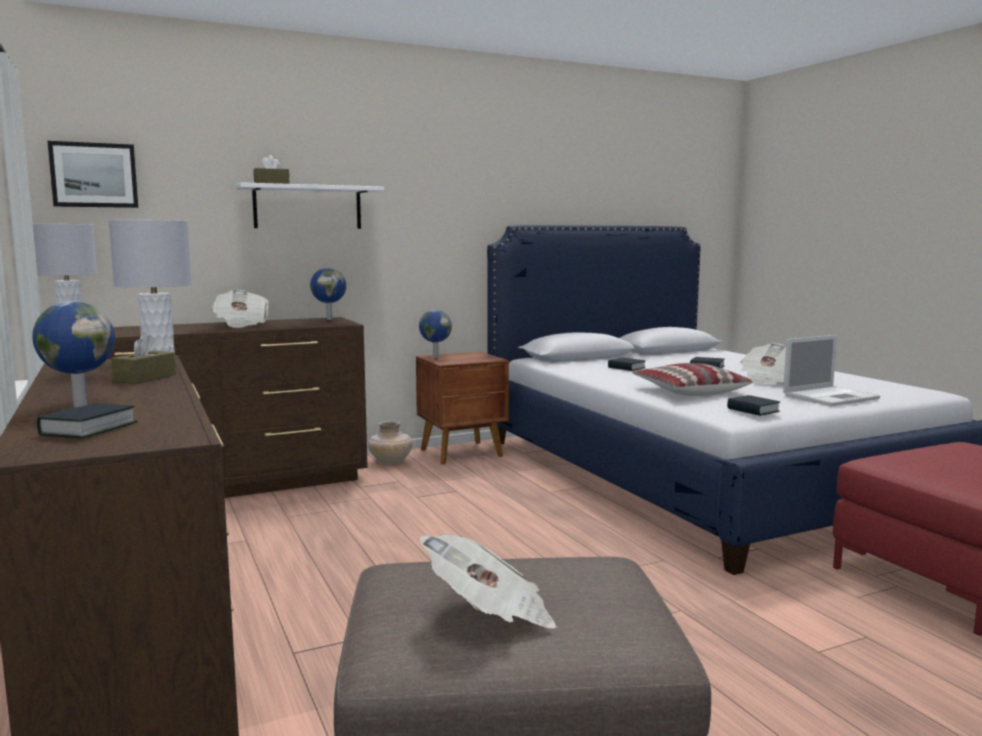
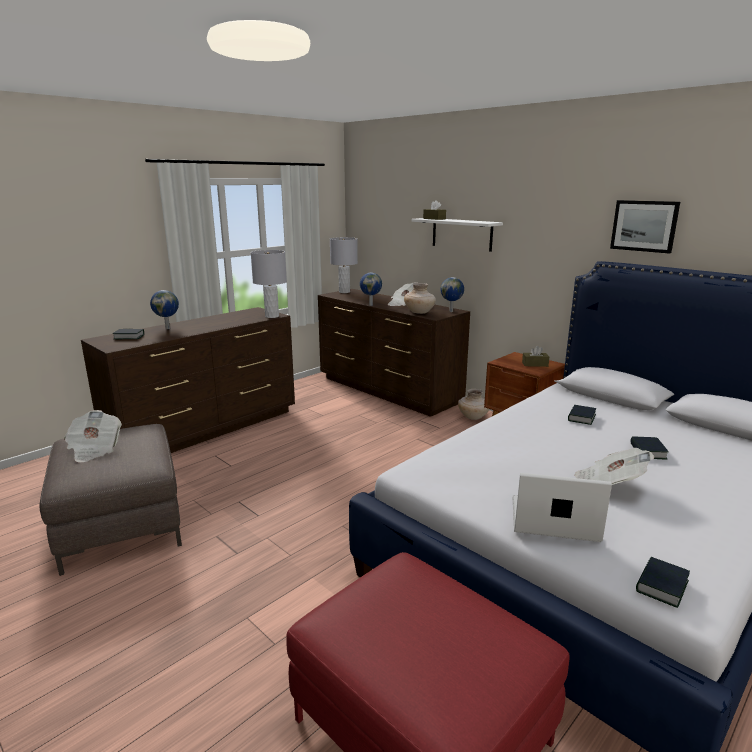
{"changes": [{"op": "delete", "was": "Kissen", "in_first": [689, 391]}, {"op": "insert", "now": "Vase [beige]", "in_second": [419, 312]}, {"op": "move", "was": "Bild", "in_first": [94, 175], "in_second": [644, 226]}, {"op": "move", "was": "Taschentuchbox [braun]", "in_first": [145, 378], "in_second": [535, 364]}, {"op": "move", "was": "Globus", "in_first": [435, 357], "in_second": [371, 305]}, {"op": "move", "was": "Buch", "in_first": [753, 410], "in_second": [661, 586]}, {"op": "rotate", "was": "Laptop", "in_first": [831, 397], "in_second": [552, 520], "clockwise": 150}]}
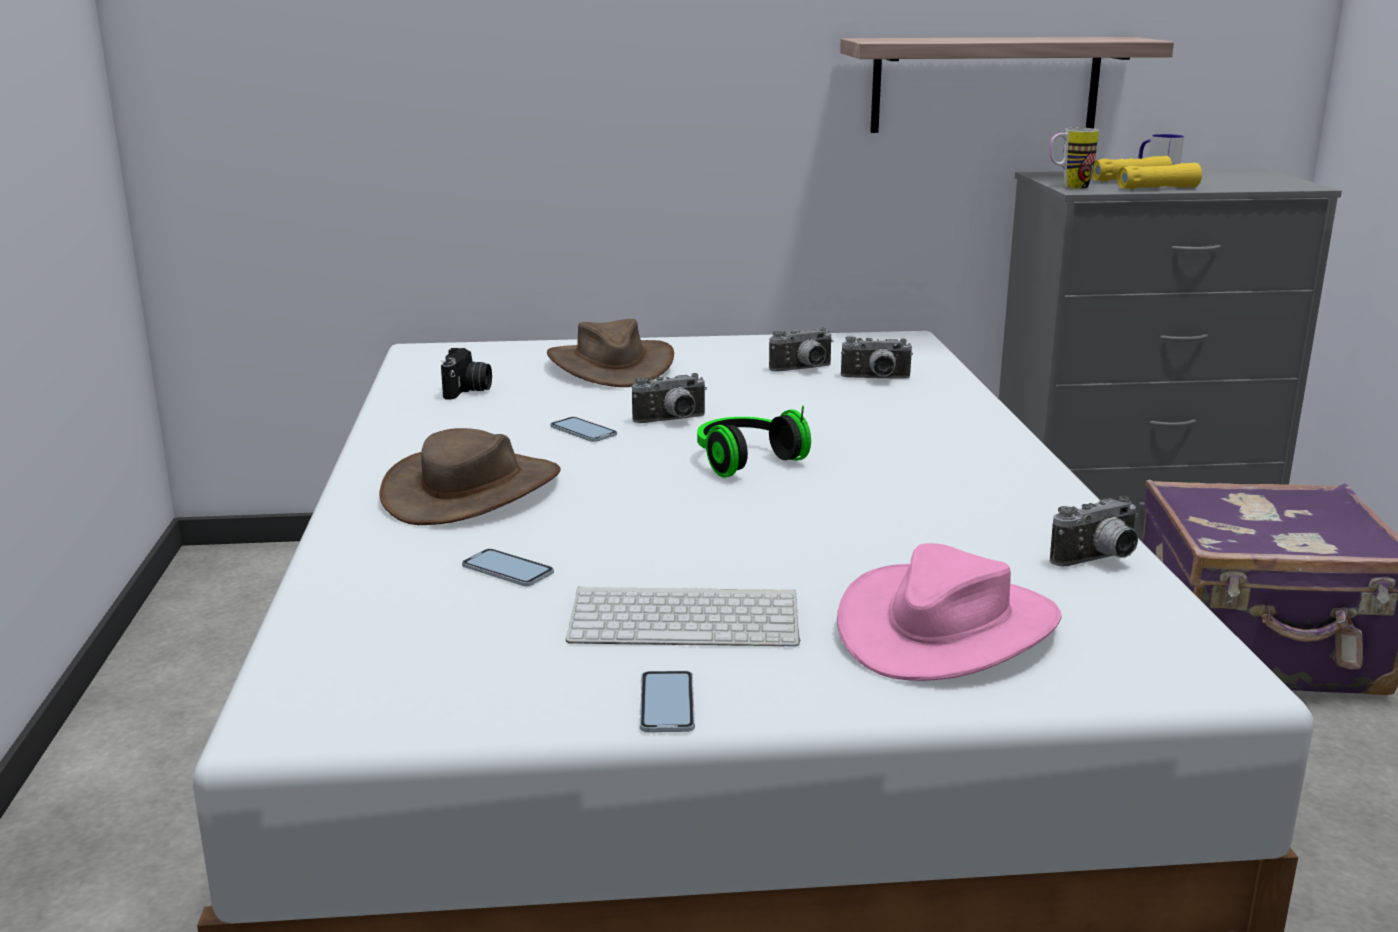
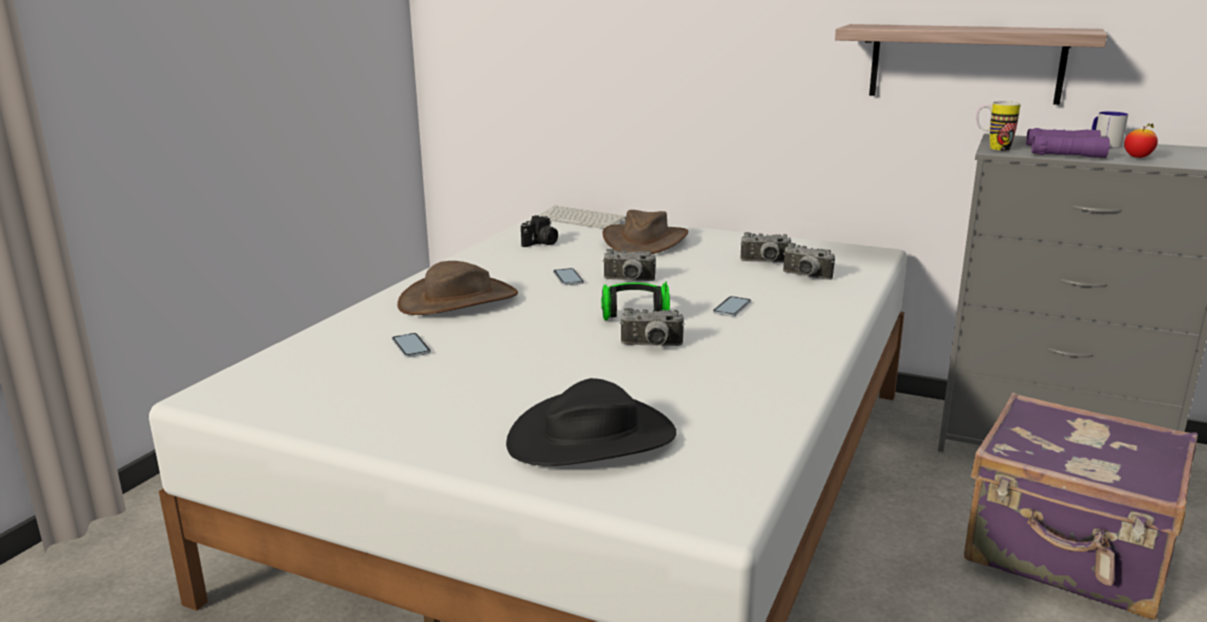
{"changes": [{"op": "insert", "now": "Apfel", "in_second": [1137, 157]}, {"op": "move", "was": "Tastatur", "in_first": [687, 618], "in_second": [582, 219]}, {"op": "move", "was": "Handy", "in_first": [667, 703], "in_second": [732, 307]}, {"op": "move", "was": "Kamera", "in_first": [1099, 560], "in_second": [652, 346]}, {"op": "recolor", "was": "Hut [rosa]", "now": "Hut [schwarz]", "in_first": [946, 627], "in_second": [592, 438]}, {"op": "recolor", "was": "Fernglas [gelb]", "now": "Fernglas [lila]", "in_first": [1143, 184], "in_second": [1064, 152]}]}
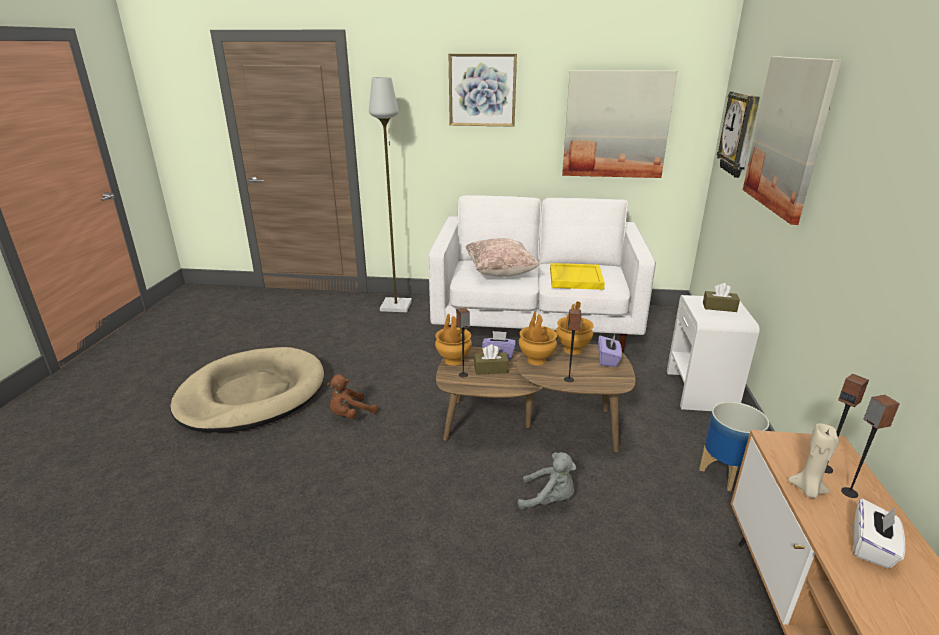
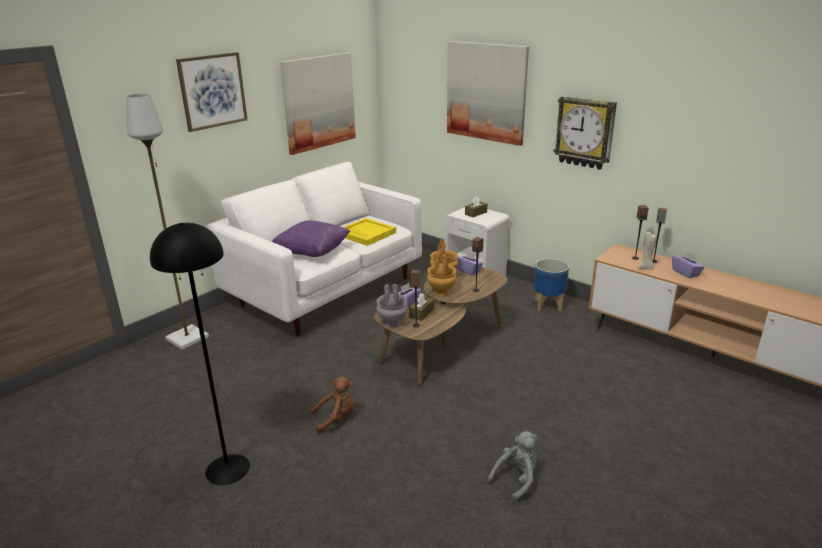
{"changes": [{"op": "move", "was": "Plüschtier [grau]", "in_first": [549, 499], "in_second": [516, 479]}, {"op": "move", "was": "Wanduhr", "in_first": [740, 134], "in_second": [585, 132]}, {"op": "replace", "was": "Hundebett [beige]", "now": "Stehlampe [schwarz]", "in_first": [252, 394], "in_second": [227, 469]}, {"op": "recolor", "was": "Vase [braun]", "now": "Vase [grau]", "in_first": [453, 360], "in_second": [392, 323]}, {"op": "recolor", "was": "Kissen [beige]", "now": "Kissen [lila]", "in_first": [500, 273], "in_second": [312, 252]}, {"op": "recolor", "was": "Taschentuchbox [weiß]", "now": "Taschentuchbox [lila]", "in_first": [872, 547], "in_second": [686, 273]}, {"op": "rotate", "was": "Plüschtier [braun]", "in_first": [350, 415], "in_second": [336, 418], "clockwise": -105}]}
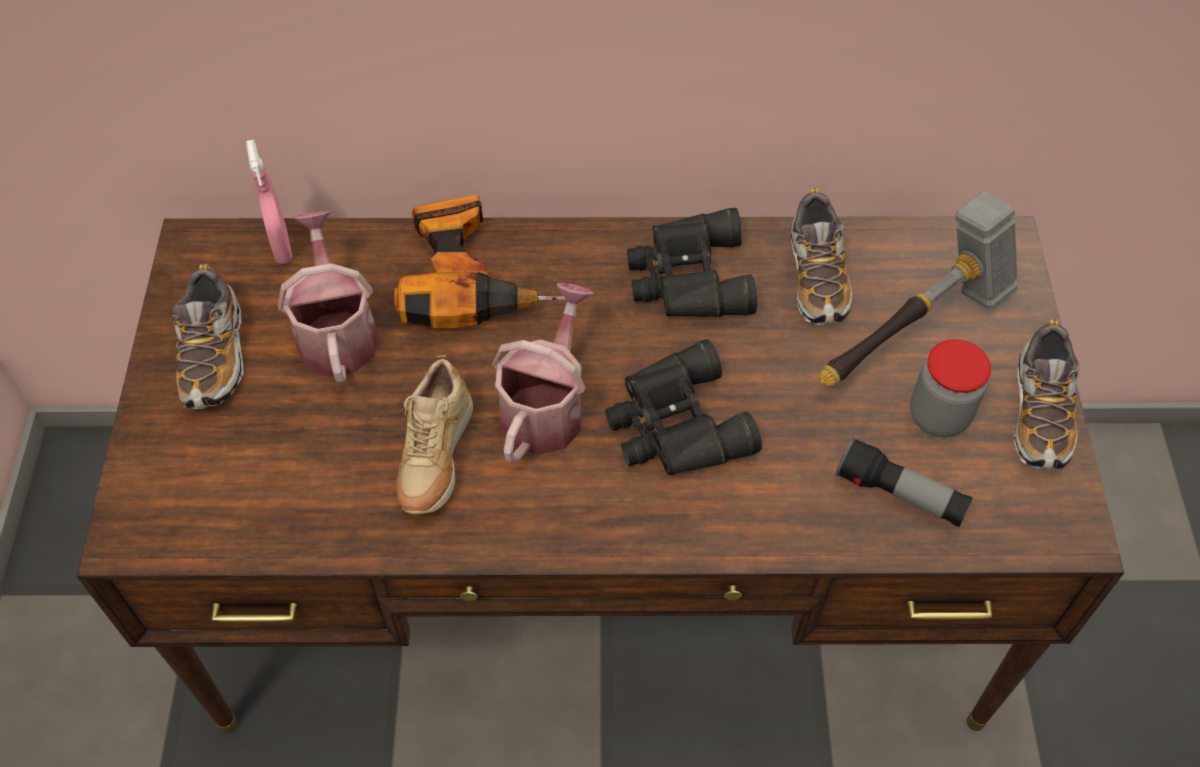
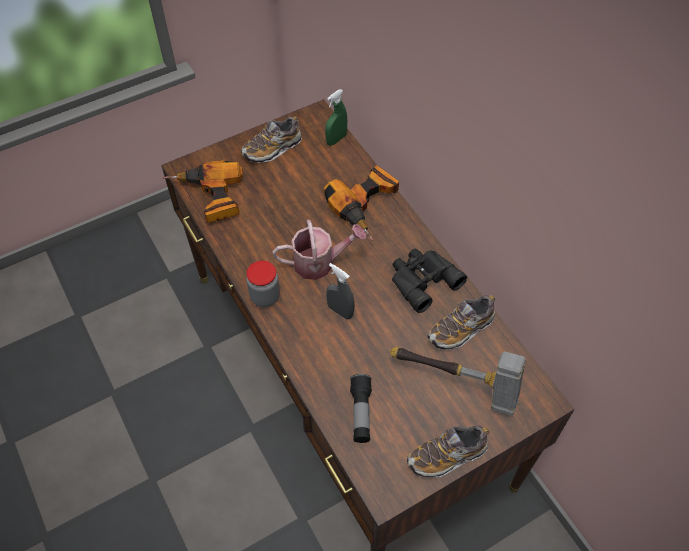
{"changes": [{"op": "delete", "was": "Gießkanne", "in_first": [336, 332]}, {"op": "delete", "was": "Schuh [beige]", "in_first": [435, 459]}, {"op": "insert", "now": "Bohrmaschine", "in_second": [210, 198]}, {"op": "move", "was": "Vorratsglas", "in_first": [938, 416], "in_second": [265, 297]}, {"op": "replace", "was": "Fernglas [schwarz]", "now": "Sprühflasche [grau]", "in_first": [674, 425], "in_second": [340, 311]}, {"op": "recolor", "was": "Sprühflasche [rosa]", "now": "Sprühflasche [grün]", "in_first": [282, 246], "in_second": [336, 139]}]}
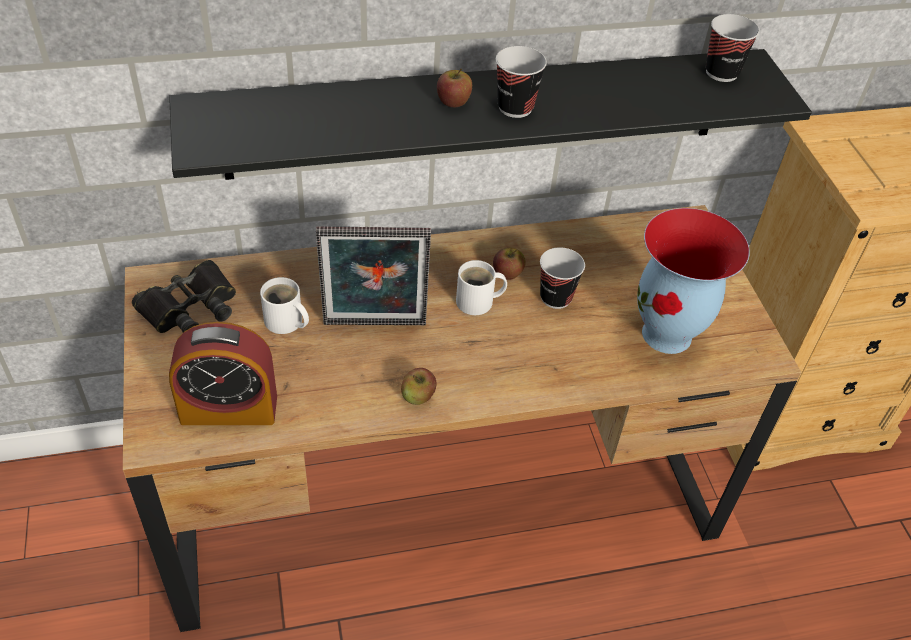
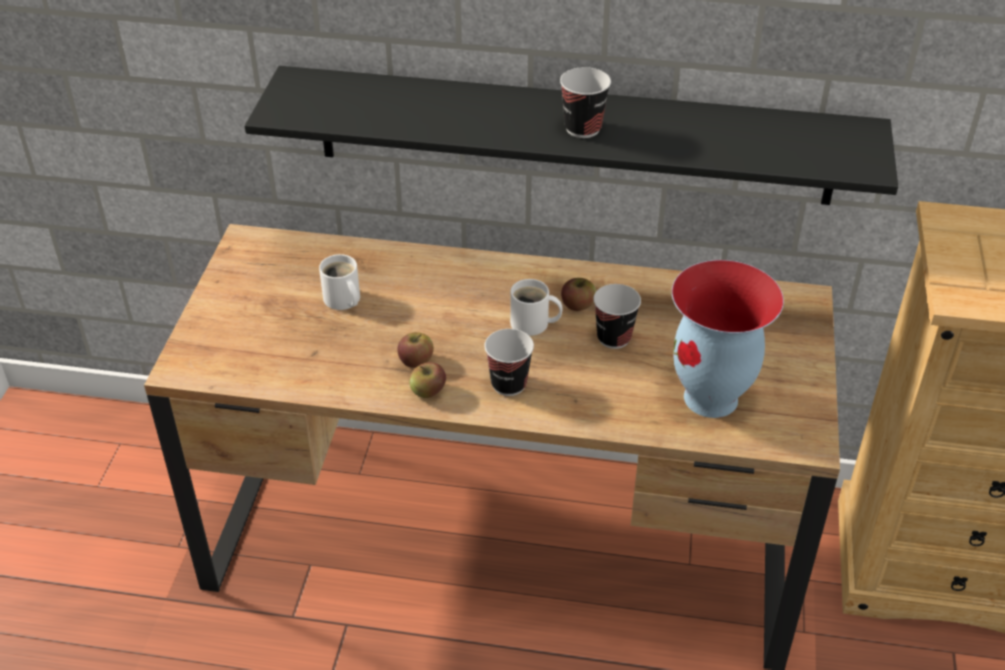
{"changes": [{"op": "delete", "was": "Fernglas [schwarz]", "in_first": [190, 307]}, {"op": "delete", "was": "Wecker", "in_first": [229, 408]}, {"op": "delete", "was": "Bilderrahmen", "in_first": [374, 326]}, {"op": "move", "was": "Apfel", "in_first": [453, 101], "in_second": [416, 360]}, {"op": "move", "was": "Tasse", "in_first": [721, 72], "in_second": [509, 384]}]}
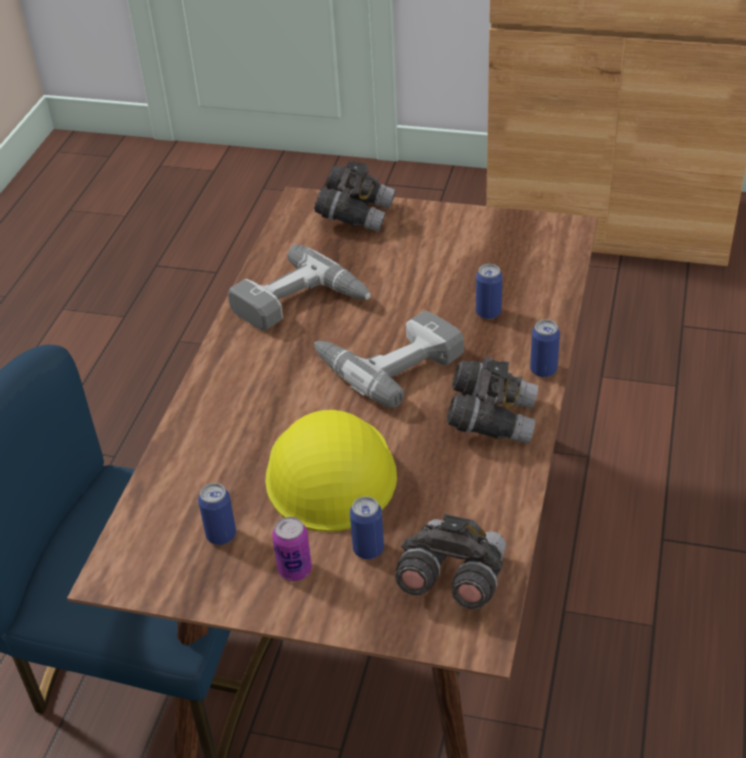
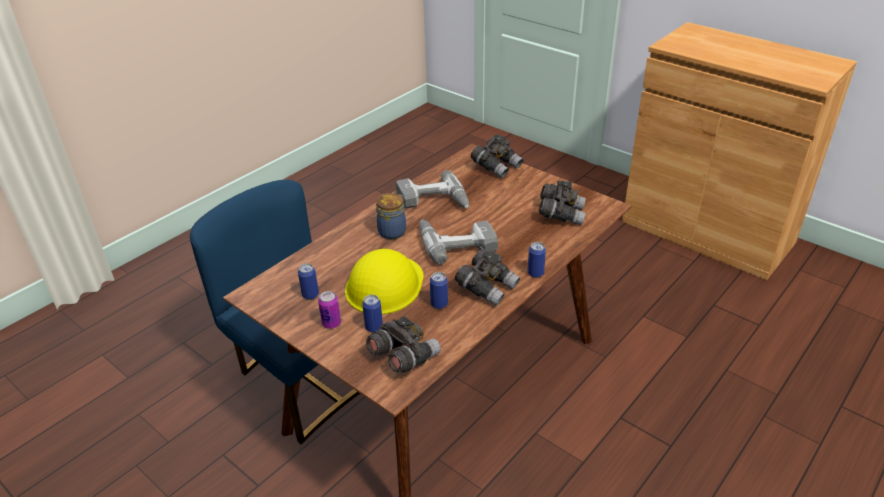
{"changes": [{"op": "insert", "now": "Vorratsglas", "in_second": [393, 231]}, {"op": "insert", "now": "Fernglas [grau]", "in_second": [560, 214]}, {"op": "move", "was": "Dose", "in_first": [488, 312], "in_second": [439, 304]}]}
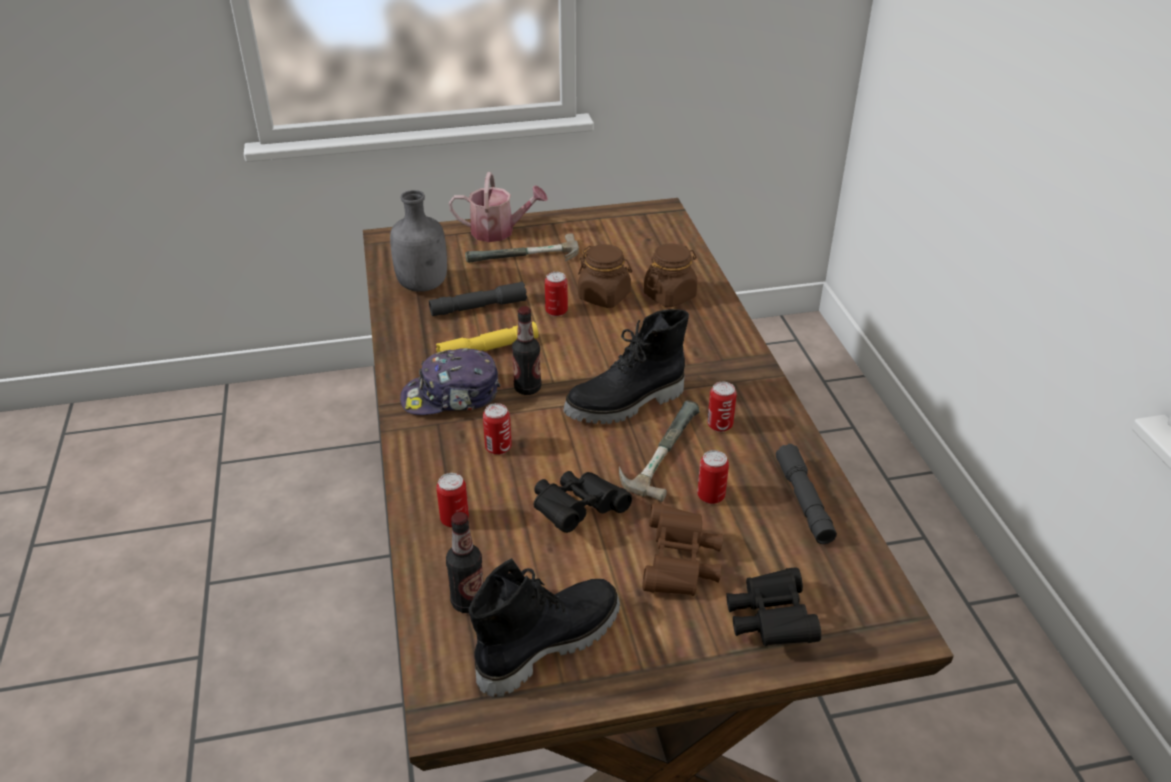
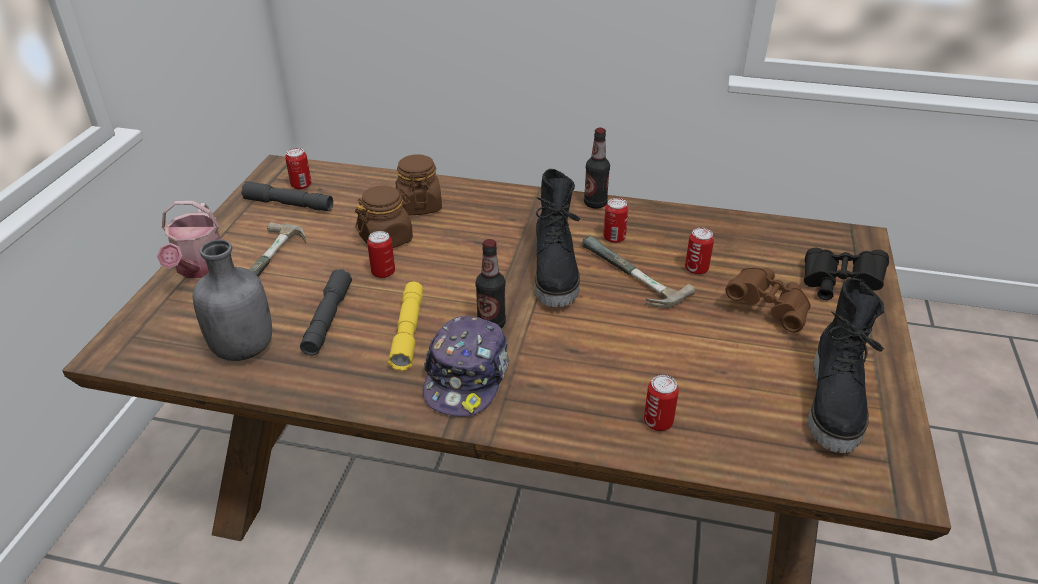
{"changes": [{"op": "delete", "was": "Fernglas [schwarz]", "in_first": [577, 511]}, {"op": "move", "was": "Flasche", "in_first": [468, 602], "in_second": [595, 203]}, {"op": "move", "was": "Dose", "in_first": [498, 447], "in_second": [301, 185]}, {"op": "move", "was": "Taschenlampe [grau]", "in_first": [804, 501], "in_second": [289, 204]}, {"op": "rotate", "was": "Gießkanne", "in_first": [499, 231], "in_second": [199, 268], "clockwise": 150}, {"op": "rotate", "was": "Stiefel [schwarz]", "in_first": [547, 643], "in_second": [835, 404], "clockwise": -150}]}
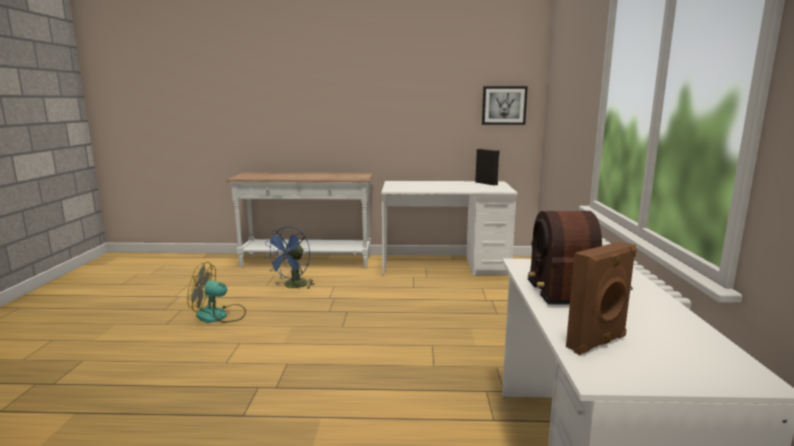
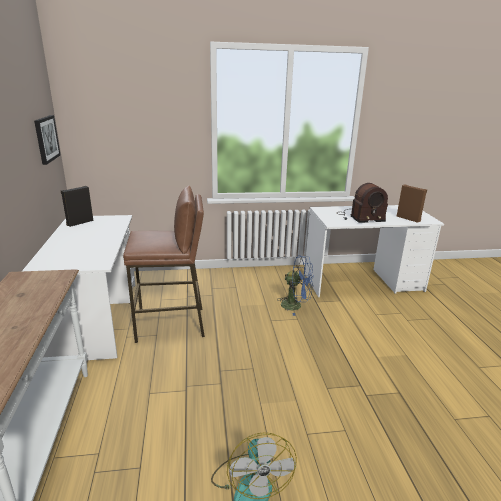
{"changes": [{"op": "insert", "now": "Hocker [braun]", "in_second": [171, 324]}, {"op": "move", "was": "Ventilator [blau]", "in_first": [293, 286], "in_second": [296, 306]}]}
